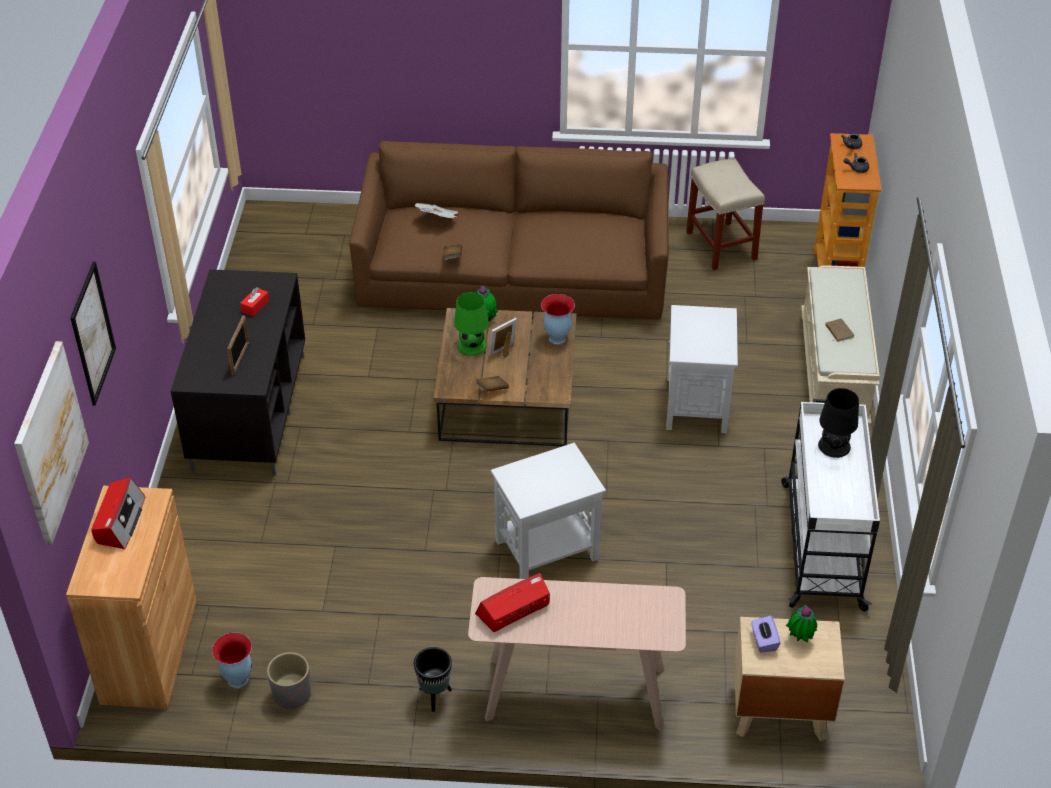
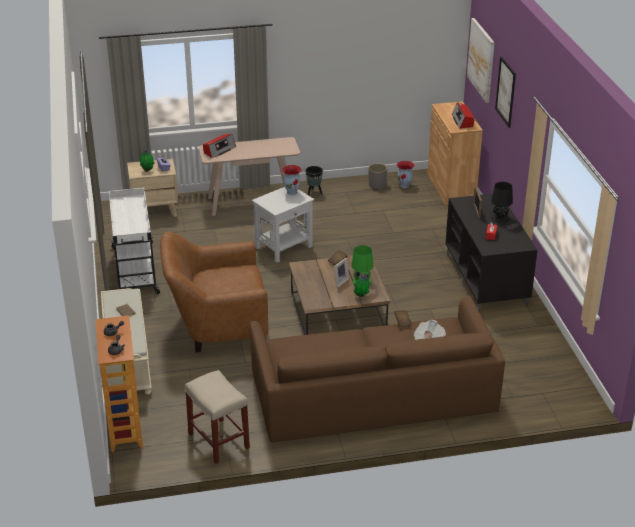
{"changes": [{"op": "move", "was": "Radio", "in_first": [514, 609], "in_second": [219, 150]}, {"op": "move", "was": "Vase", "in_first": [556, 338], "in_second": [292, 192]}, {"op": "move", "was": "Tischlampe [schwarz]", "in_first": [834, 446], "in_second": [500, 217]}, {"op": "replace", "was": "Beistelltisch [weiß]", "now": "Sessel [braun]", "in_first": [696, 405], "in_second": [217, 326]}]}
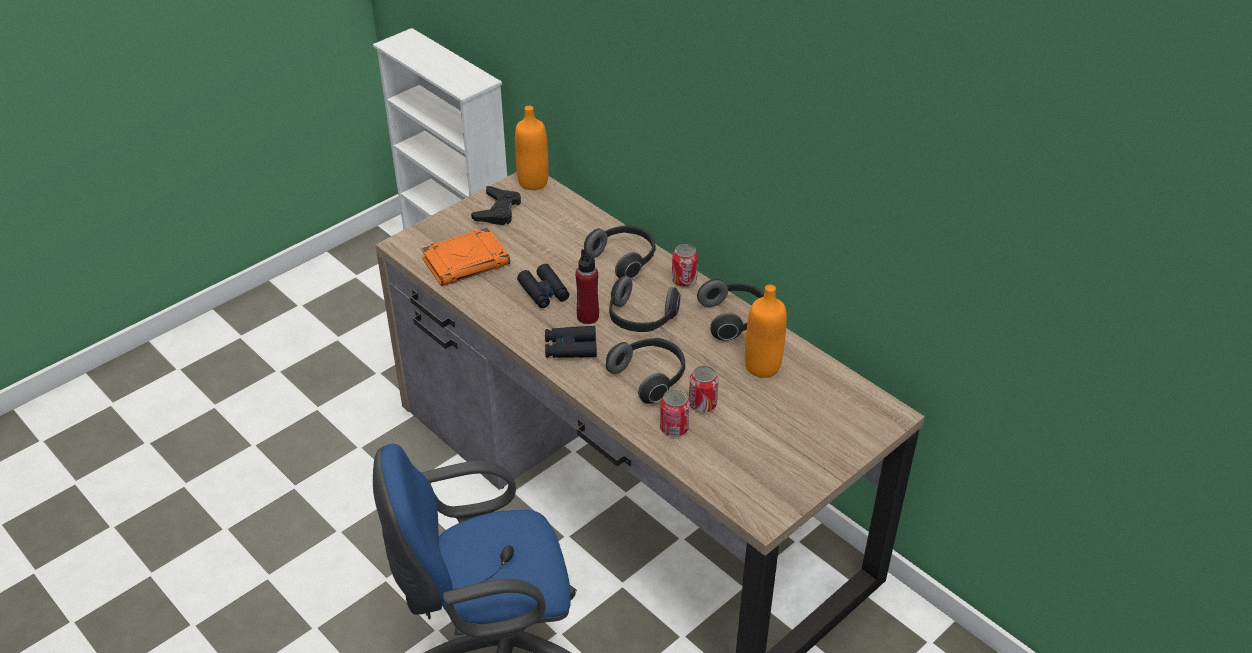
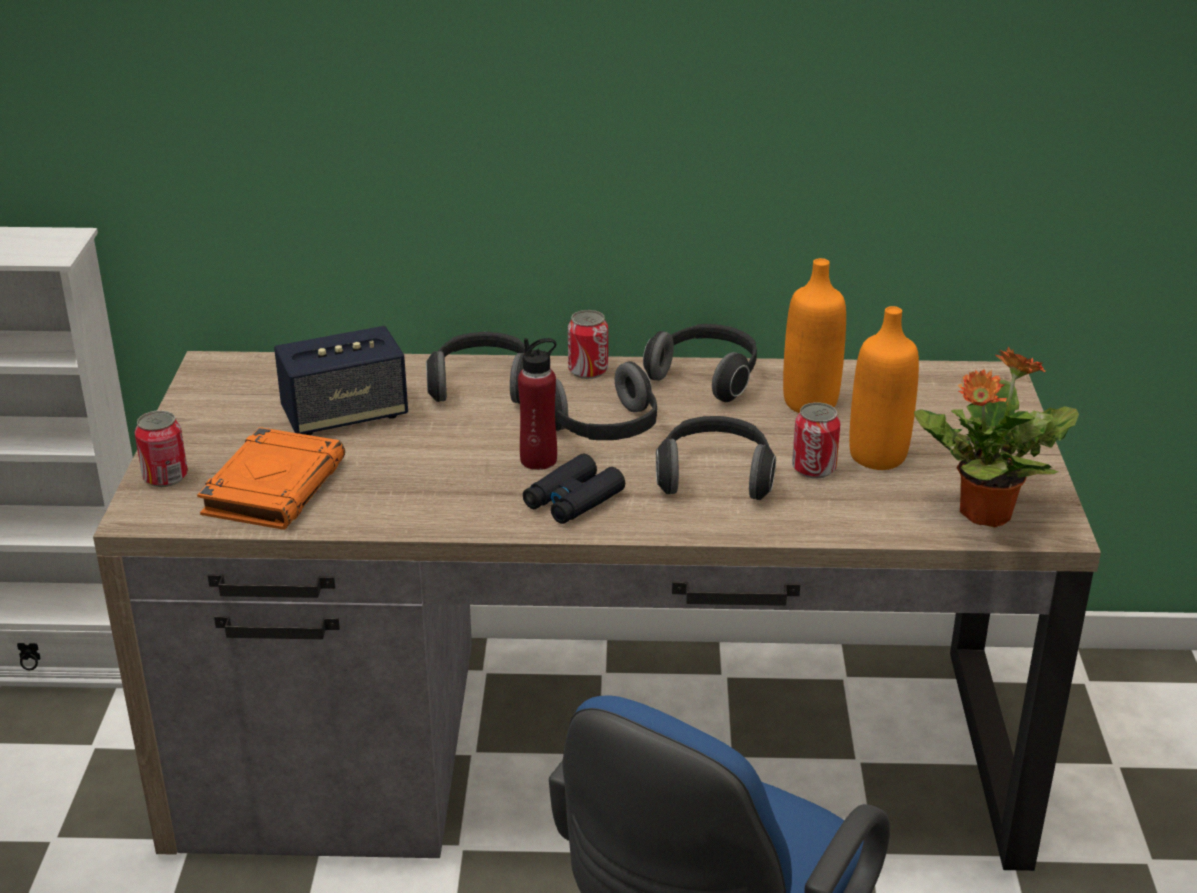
{"changes": [{"op": "delete", "was": "Gamepad [schwarz]", "in_first": [498, 210]}, {"op": "delete", "was": "Fernglas [schwarz]", "in_first": [544, 292]}, {"op": "insert", "now": "Lautsprecher", "in_second": [345, 415]}, {"op": "insert", "now": "Topfpflanze", "in_second": [983, 514]}, {"op": "move", "was": "Flasche [orange]", "in_first": [533, 182], "in_second": [878, 456]}, {"op": "move", "was": "Dose", "in_first": [674, 428], "in_second": [165, 477]}]}
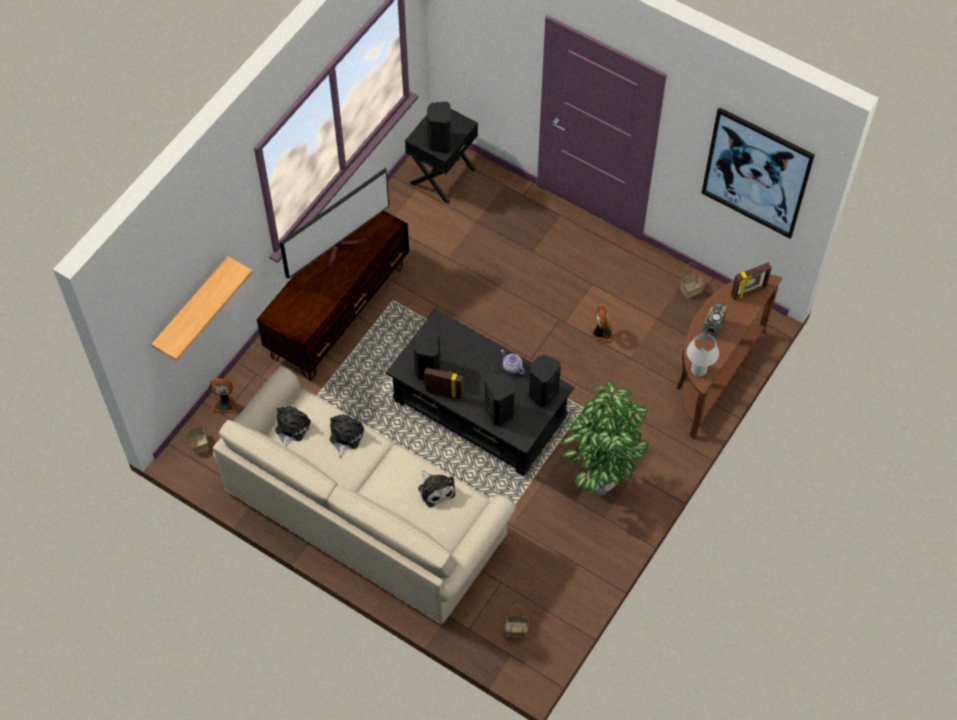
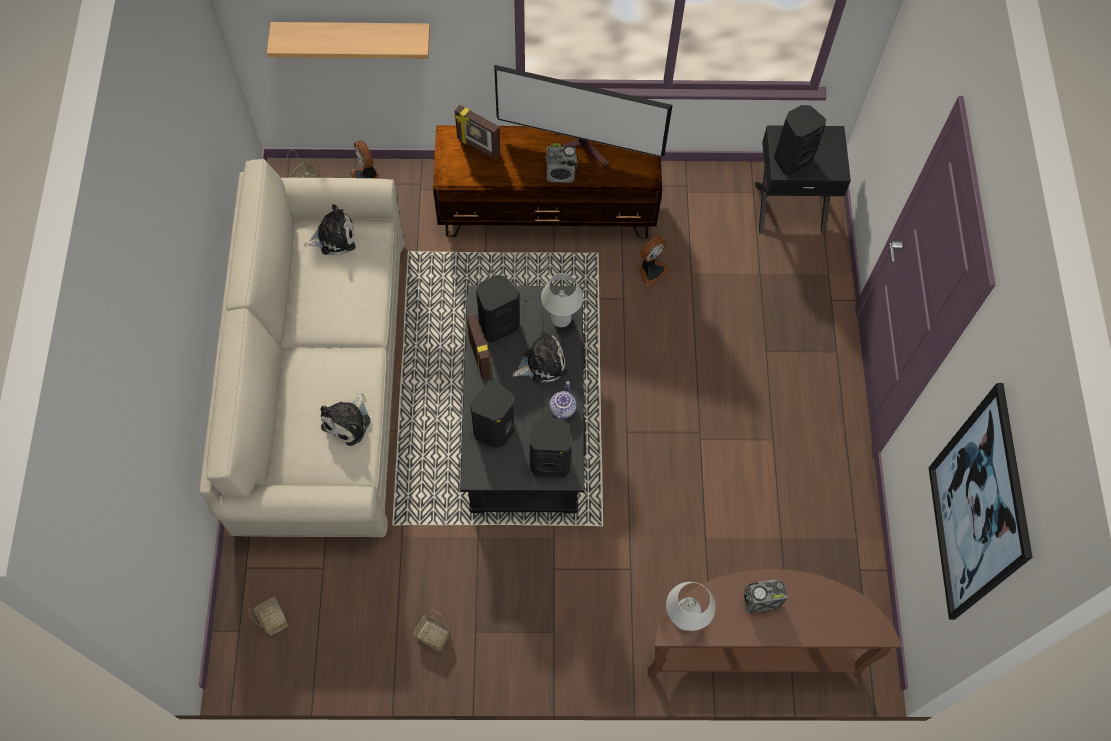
{"changes": [{"op": "delete", "was": "Topfpflanze", "in_first": [599, 488]}, {"op": "insert", "now": "Tischlampe [weiß]", "in_second": [561, 318]}, {"op": "insert", "now": "Radio", "in_second": [561, 174]}, {"op": "move", "was": "Plüschtier", "in_first": [345, 436], "in_second": [542, 363]}, {"op": "move", "was": "Ventilator", "in_first": [601, 333], "in_second": [651, 270]}, {"op": "move", "was": "Korb", "in_first": [691, 290], "in_second": [431, 635]}, {"op": "move", "was": "Bilderrahmen", "in_first": [748, 292], "in_second": [478, 147]}]}
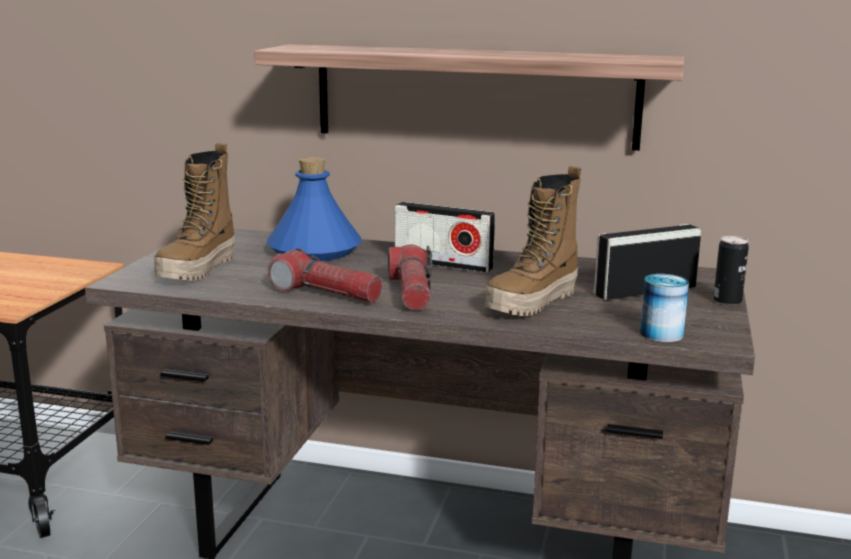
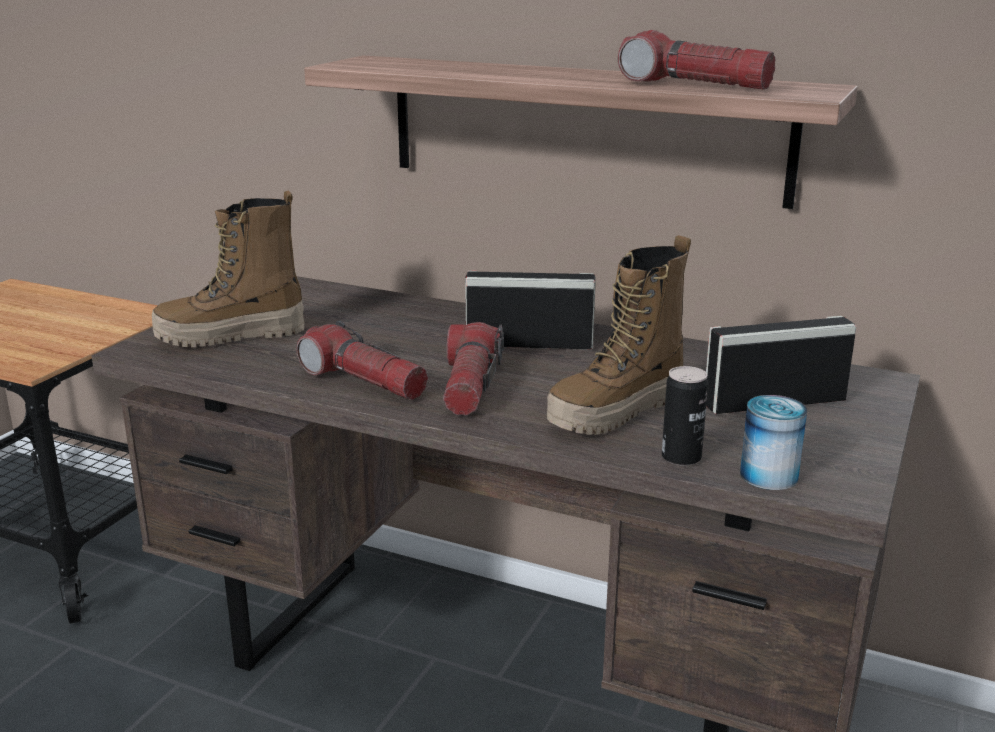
{"changes": [{"op": "delete", "was": "Flasche [blau]", "in_first": [315, 250]}, {"op": "insert", "now": "Taschenlampe", "in_second": [692, 85]}, {"op": "move", "was": "Dose", "in_first": [727, 301], "in_second": [681, 457]}, {"op": "rotate", "was": "Stiefel", "in_first": [198, 270], "in_second": [231, 336], "clockwise": 45}, {"op": "rotate", "was": "Radio", "in_first": [443, 264], "in_second": [529, 344], "clockwise": 150}]}
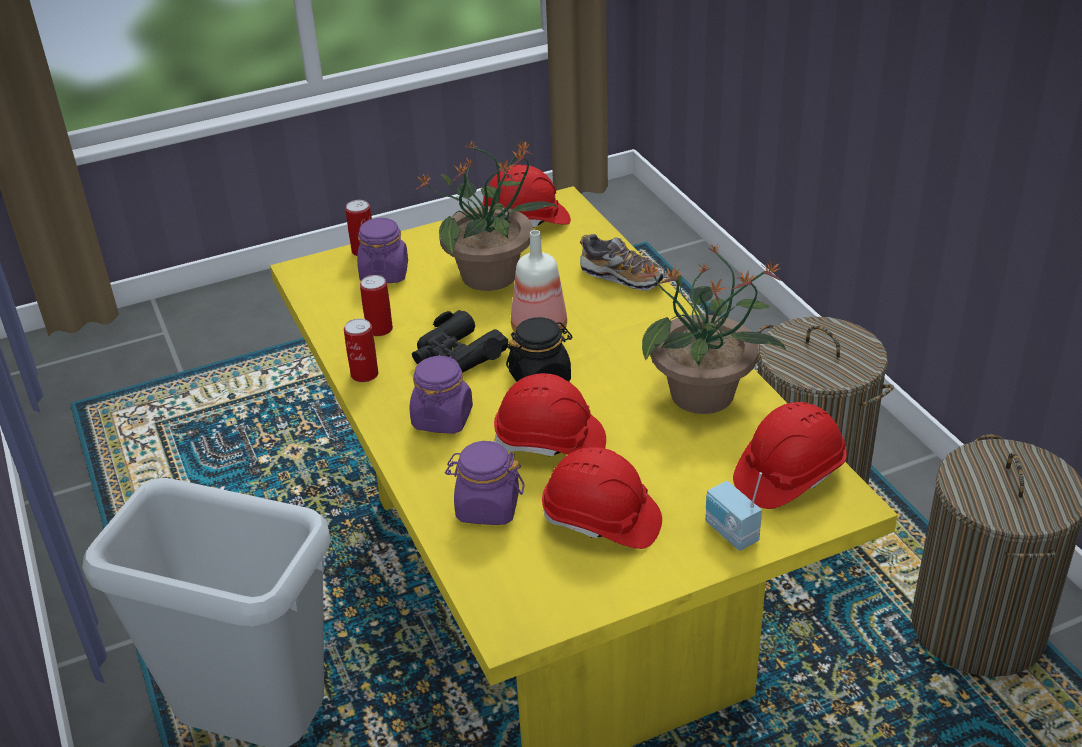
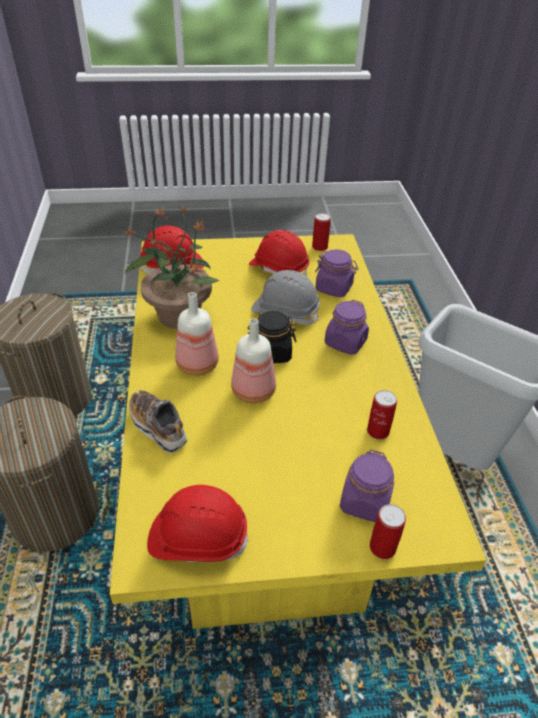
{"changes": [{"op": "delete", "was": "Fernglas [schwarz]", "in_first": [456, 356]}, {"op": "delete", "was": "Topfpflanze", "in_first": [491, 275]}, {"op": "delete", "was": "Radio", "in_first": [730, 533]}, {"op": "insert", "now": "Flasche", "in_second": [198, 365]}, {"op": "move", "was": "Dose", "in_first": [364, 374], "in_second": [319, 247]}, {"op": "recolor", "was": "Schutzhelm [rot]", "now": "Schutzhelm [grau]", "in_first": [550, 442], "in_second": [285, 311]}]}
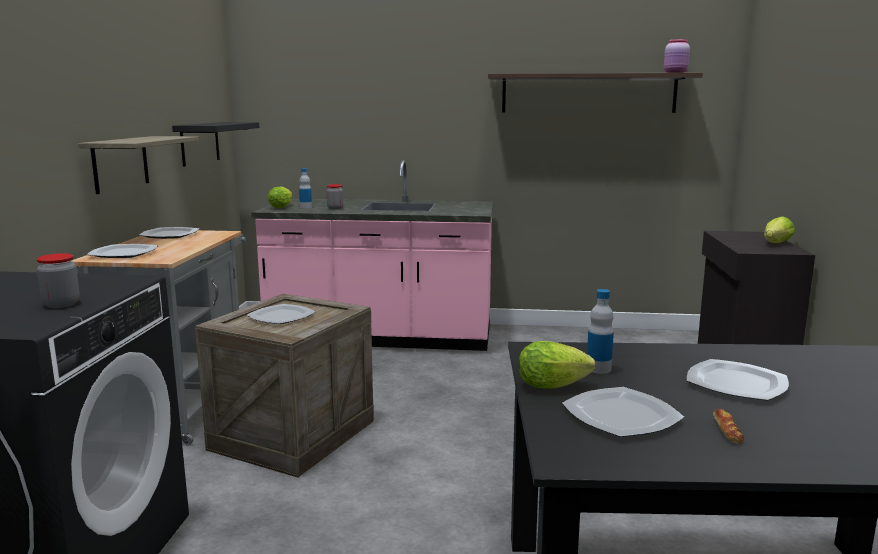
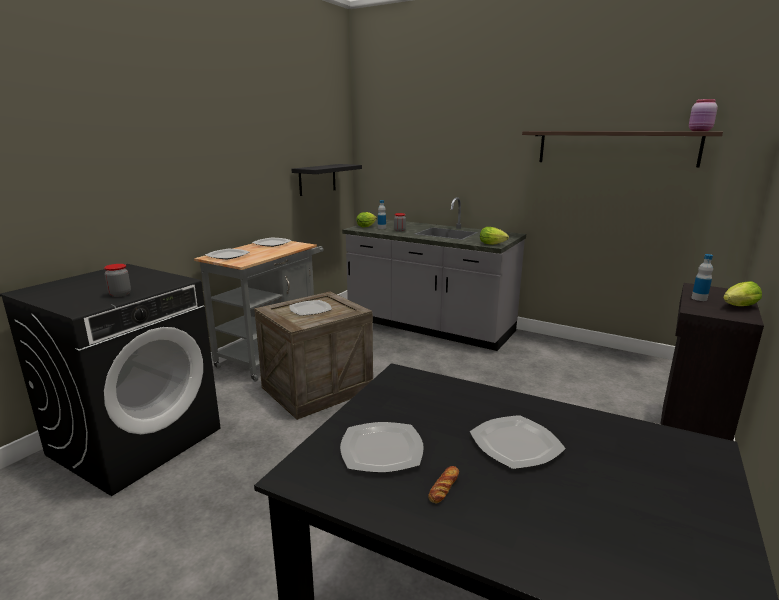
{"changes": [{"op": "delete", "was": "Wandregal", "in_first": [120, 163]}, {"op": "move", "was": "Salatkopf", "in_first": [556, 386], "in_second": [493, 244]}, {"op": "move", "was": "Flasche", "in_first": [598, 369], "in_second": [699, 298]}, {"op": "recolor", "was": "Küchenzeile [rosa]", "now": "Küchenzeile [grau]", "in_first": [381, 337], "in_second": [429, 326]}]}
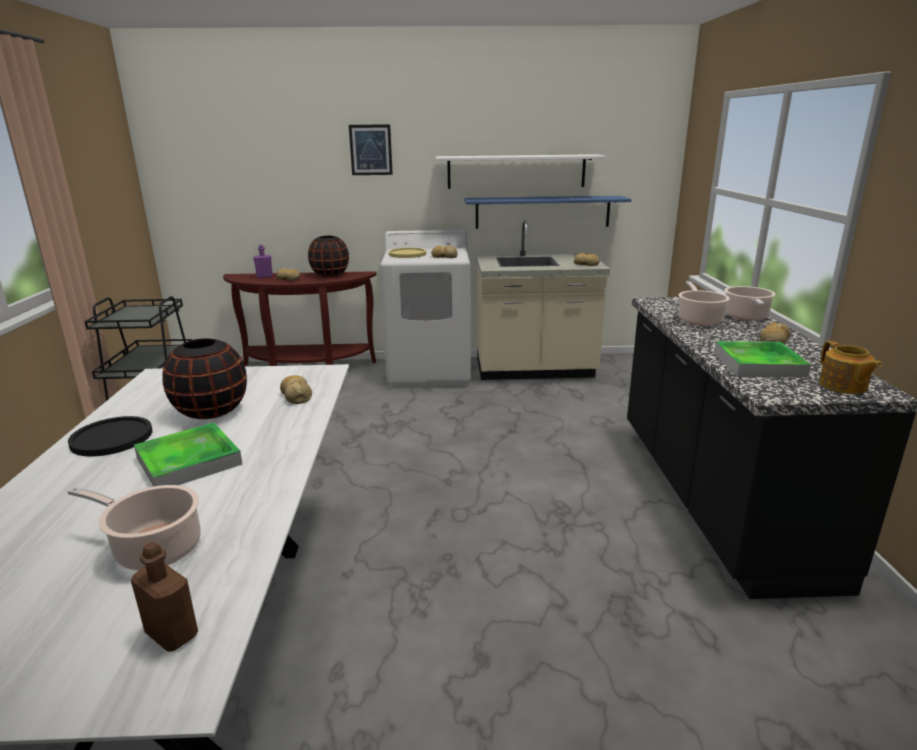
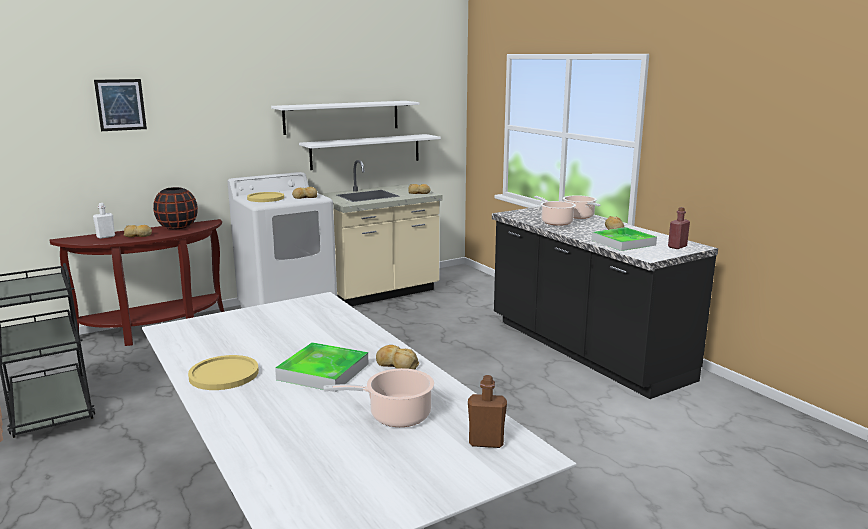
{"changes": [{"op": "delete", "was": "Vase [schwarz]", "in_first": [211, 411]}, {"op": "move", "was": "Brot", "in_first": [296, 395], "in_second": [396, 365]}, {"op": "move", "was": "Bild", "in_first": [371, 150], "in_second": [120, 105]}, {"op": "replace", "was": "Teekanne", "now": "Flasche [rot]", "in_first": [843, 386], "in_second": [677, 247]}, {"op": "recolor", "was": "Teller [schwarz]", "now": "Teller [gelb]", "in_first": [112, 438], "in_second": [224, 374]}, {"op": "recolor", "was": "Flasche [lila]", "now": "Flasche [weiß]", "in_first": [264, 276], "in_second": [106, 236]}, {"op": "recolor", "was": "Wandregal [blau]", "now": "Wandregal [weiß]", "in_first": [542, 212], "in_second": [366, 151]}]}
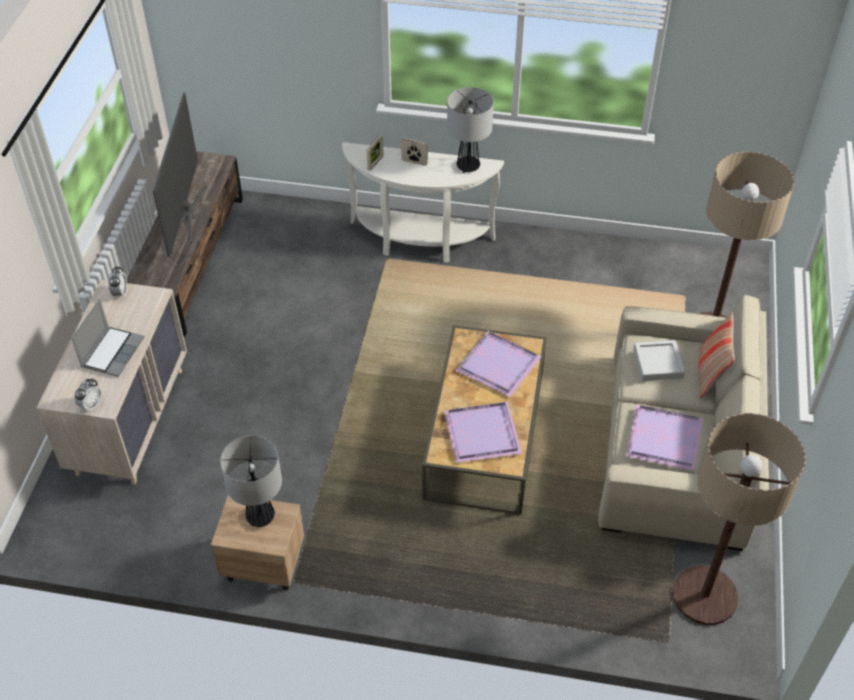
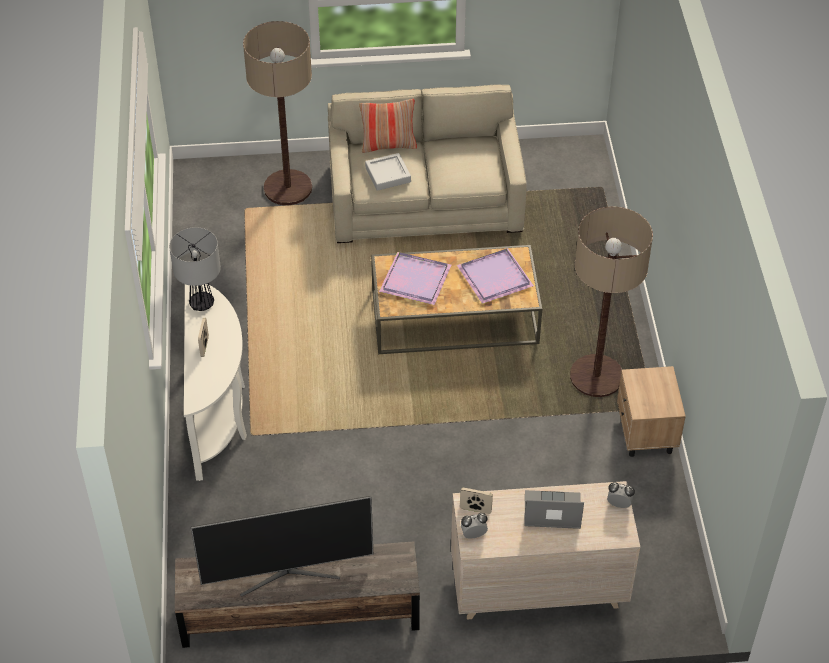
{"changes": [{"op": "delete", "was": "Tischlampe", "in_first": [260, 516]}, {"op": "delete", "was": "Tablett [lila]", "in_first": [665, 440]}, {"op": "move", "was": "Bilderrahmen", "in_first": [375, 163], "in_second": [475, 510]}, {"op": "move", "was": "Stehlampe", "in_first": [704, 596], "in_second": [596, 377]}]}
